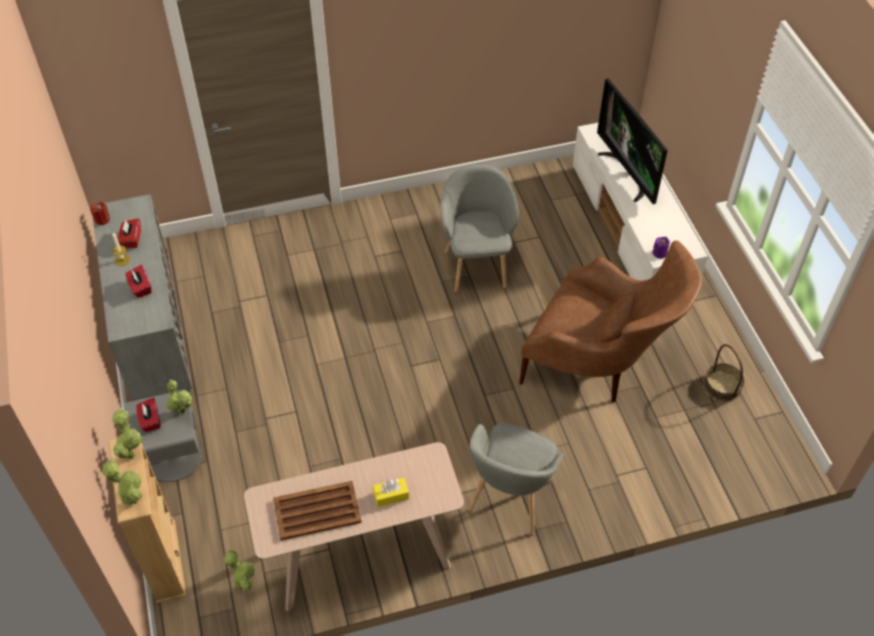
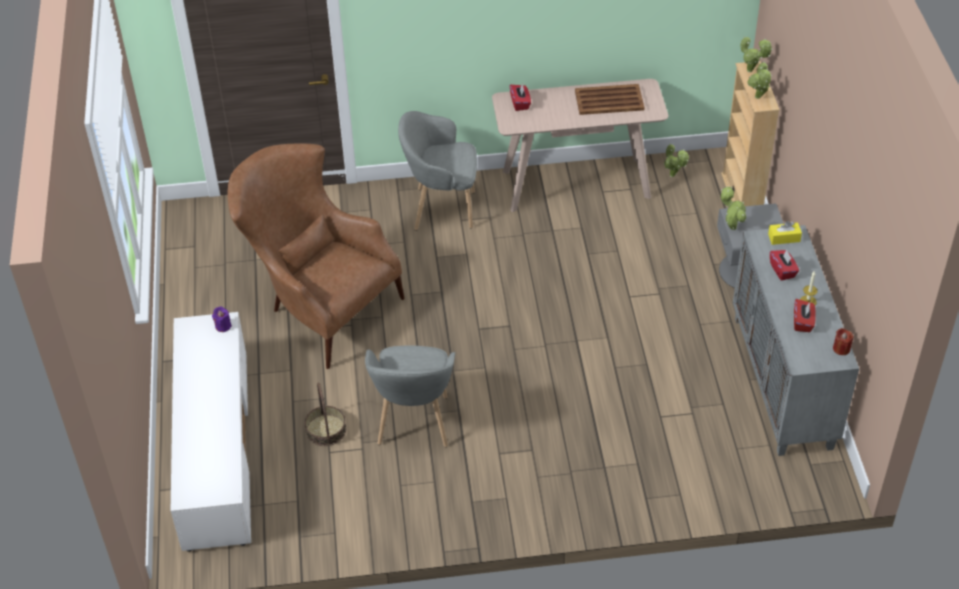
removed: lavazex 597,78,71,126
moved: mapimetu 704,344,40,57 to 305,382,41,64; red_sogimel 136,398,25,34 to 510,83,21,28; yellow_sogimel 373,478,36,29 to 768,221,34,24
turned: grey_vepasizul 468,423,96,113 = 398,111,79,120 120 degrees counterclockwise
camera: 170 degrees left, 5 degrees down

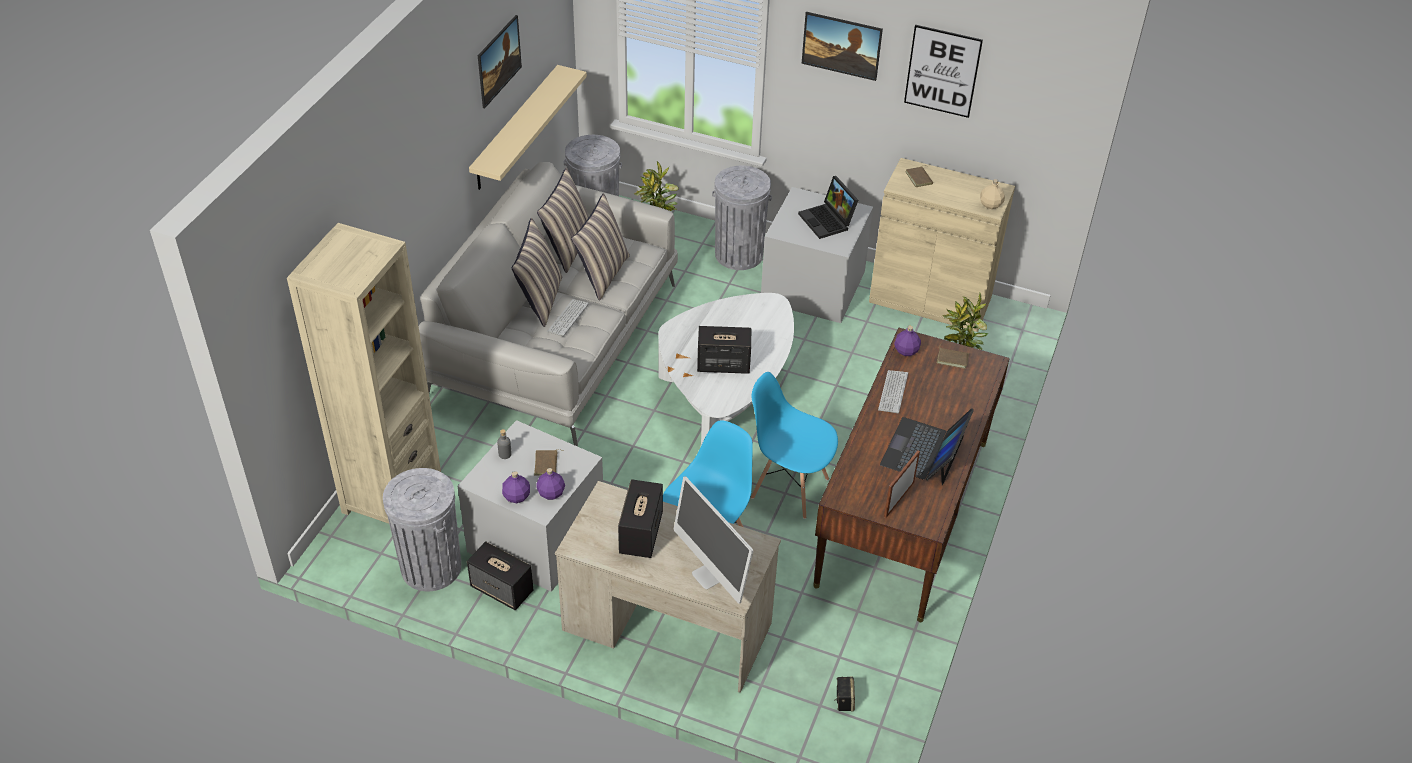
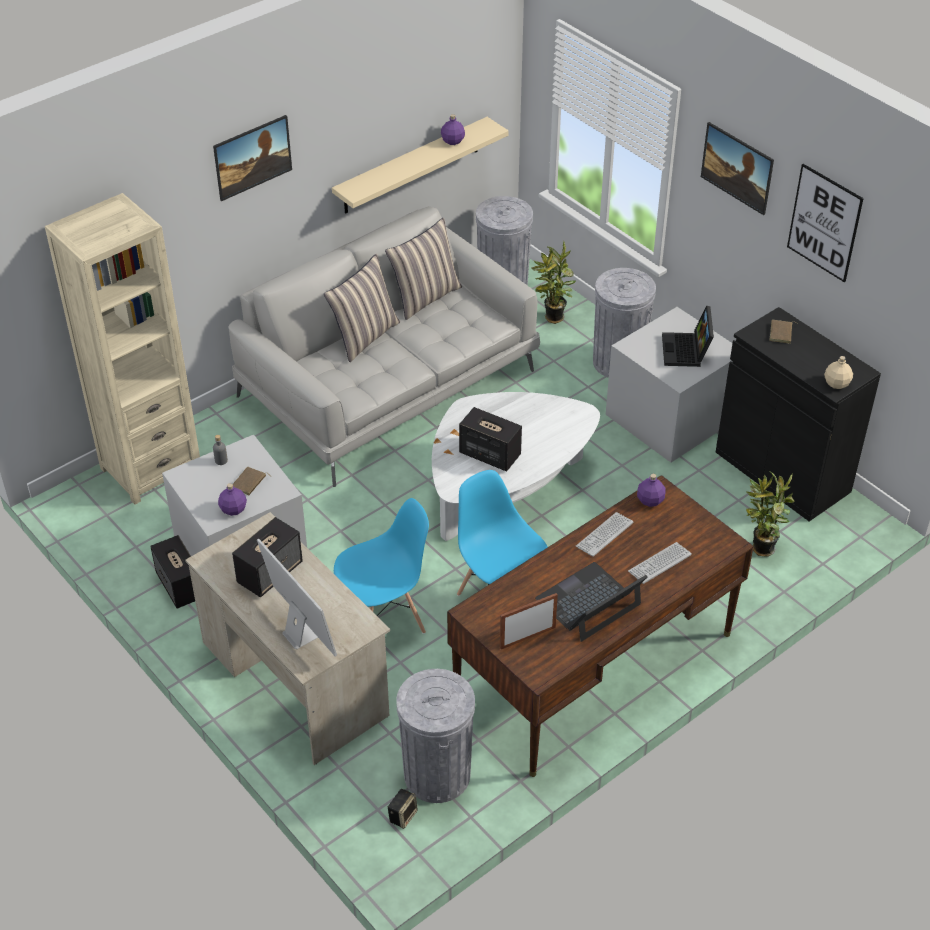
removed: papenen 571,193,59,108; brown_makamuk 937,348,32,21
moved: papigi 478,15,44,93 to 213,115,79,86; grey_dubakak 383,468,78,124 to 396,669,79,134; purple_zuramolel 502,471,28,32 to 441,114,24,31; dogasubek 547,299,42,38 to 628,542,64,42
recoloured: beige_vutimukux 869,158,146,174 to black_vutimukux 716,307,165,214
turned: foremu 674,476,79,128 = 257,539,80,118 150 degrees clockwise
camera: 30 degrees right, 0 degrees up

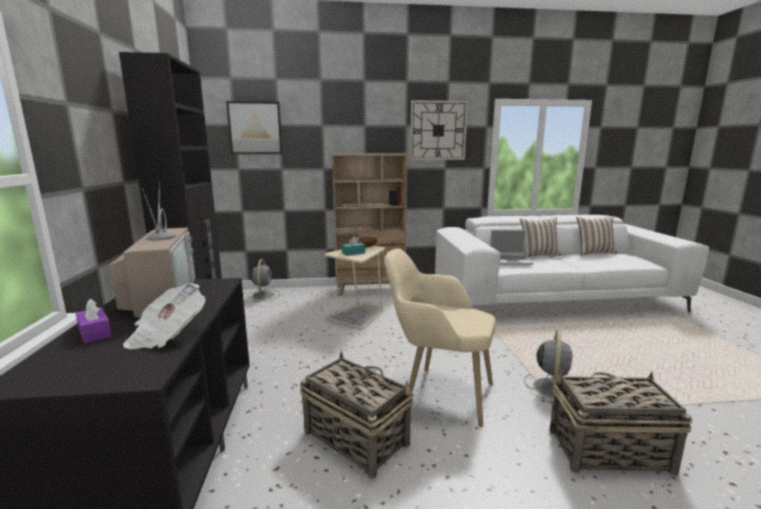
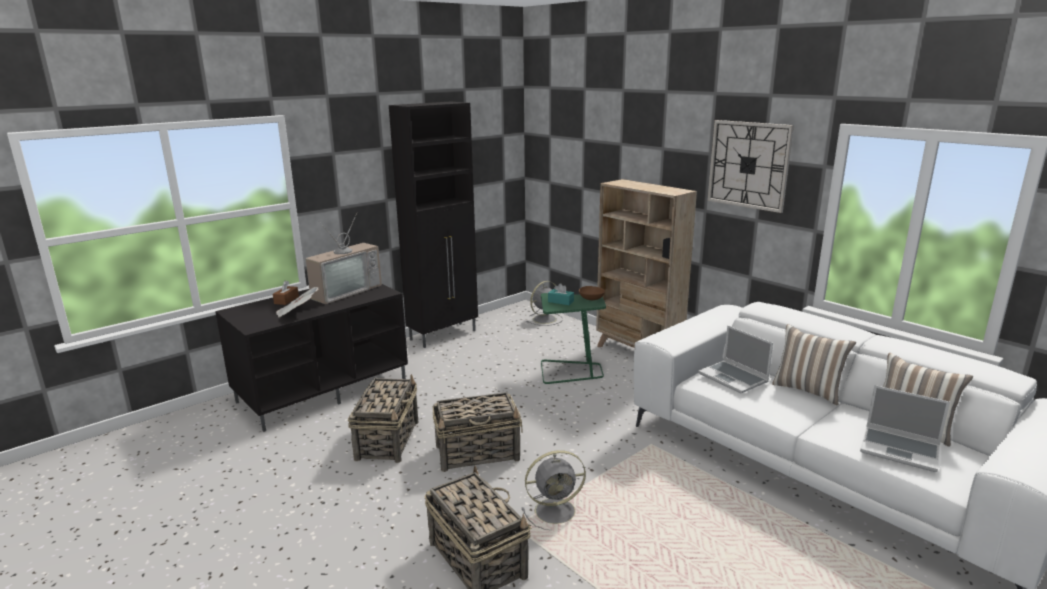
removed: papigi 226,101,57,53
added: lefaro 860,385,90,87
replaced: beige_vepasizul 384,249,112,178 to mapimetu 433,392,90,80
recoloured: purple_sogimel 76,299,36,45 to brown_sogimel 273,281,26,24; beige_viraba 325,246,60,83 to green_viraba 541,293,65,91
camera: 55 degrees right, 5 degrees up

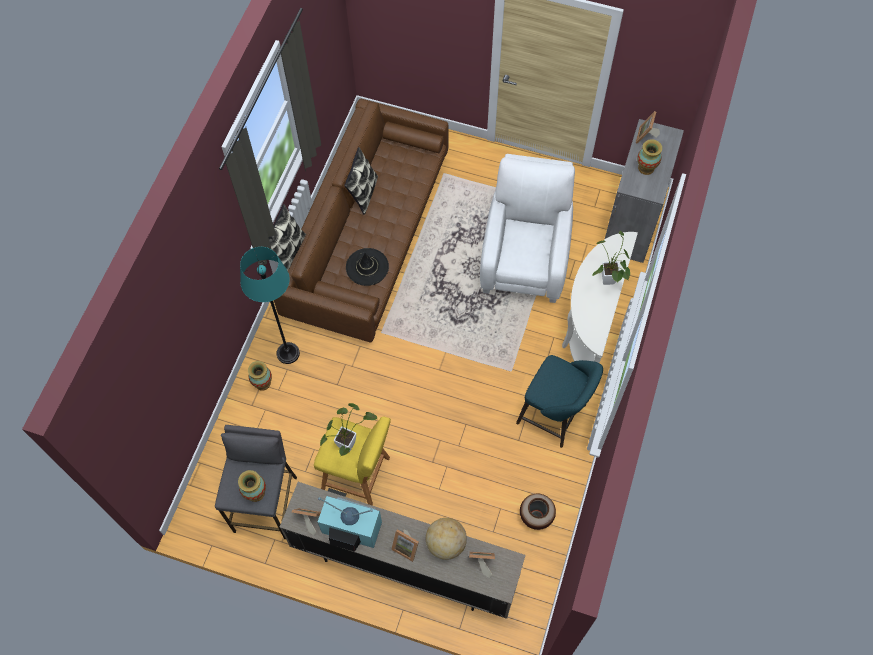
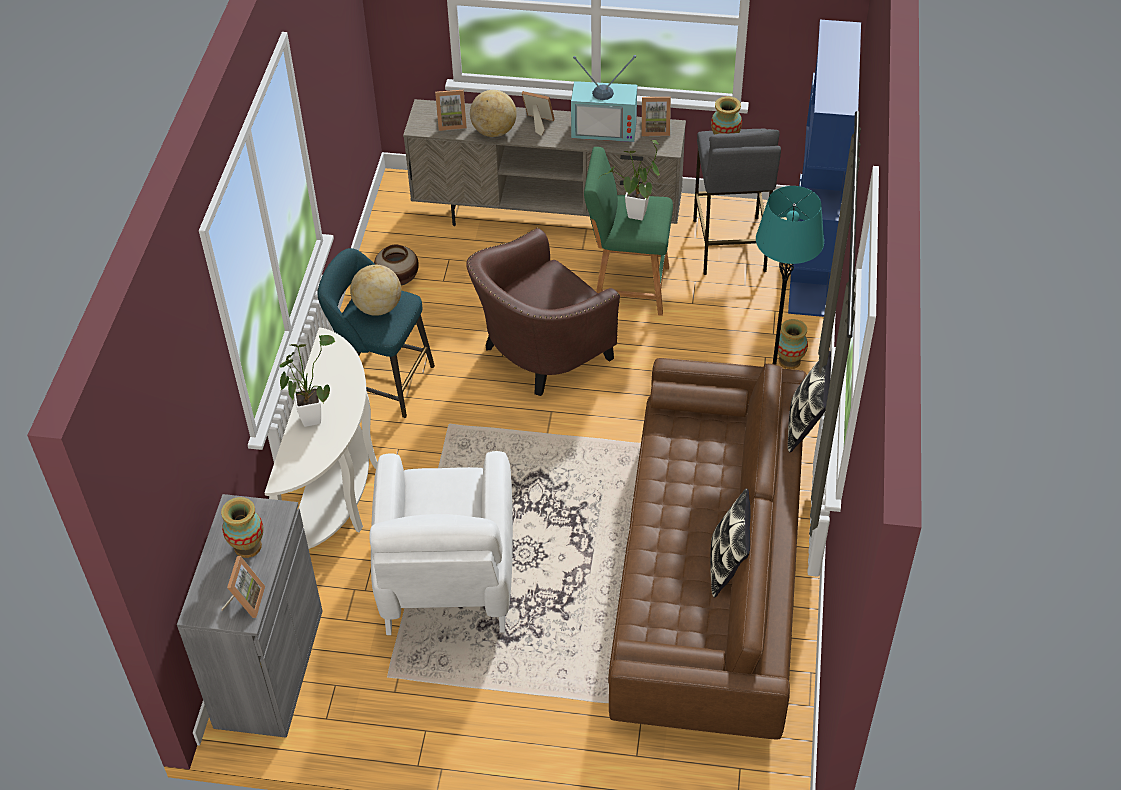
removed: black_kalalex 346,248,43,38
added: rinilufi 350,265,51,51; brown_vepasizul 466,228,154,168; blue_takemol 788,20,73,297
recoloured: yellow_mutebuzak 314,417,77,88 to green_mutebuzak 584,147,89,169
camera: 170 degrees right, 15 degrees down

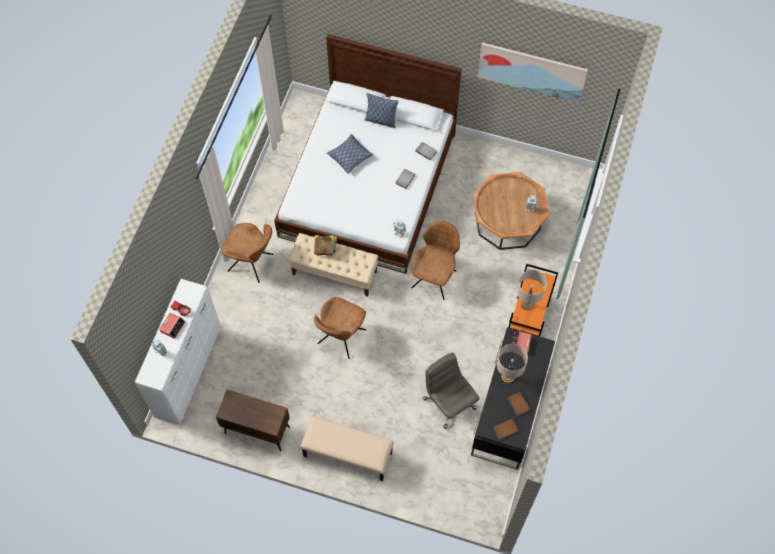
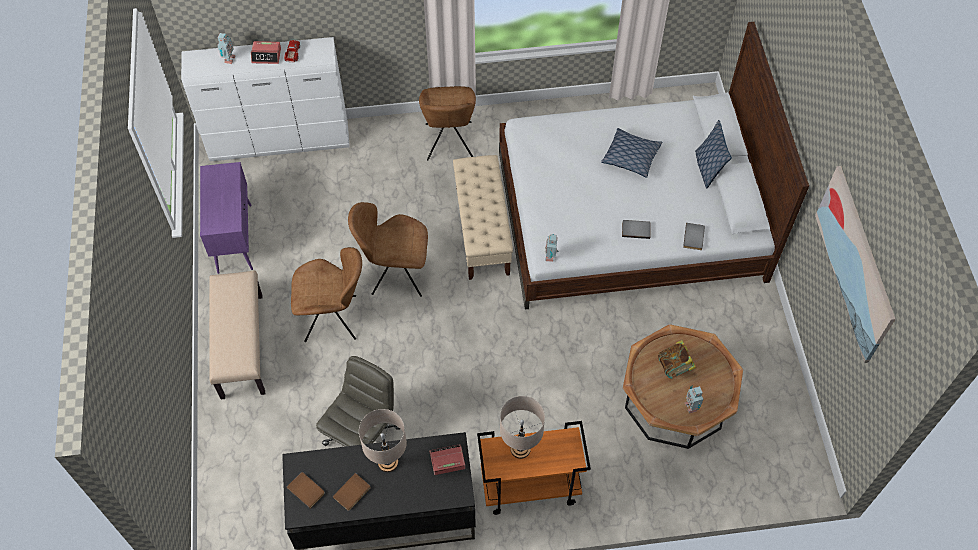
moved: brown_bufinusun 412,221,48,79 to 291,247,71,95; makamuk 314,235,23,21 to 658,340,38,39
recoloured: brown_vutimukux 216,390,74,61 to purple_vutimukux 200,162,53,112
camera: 65 degrees right, 5 degrees down

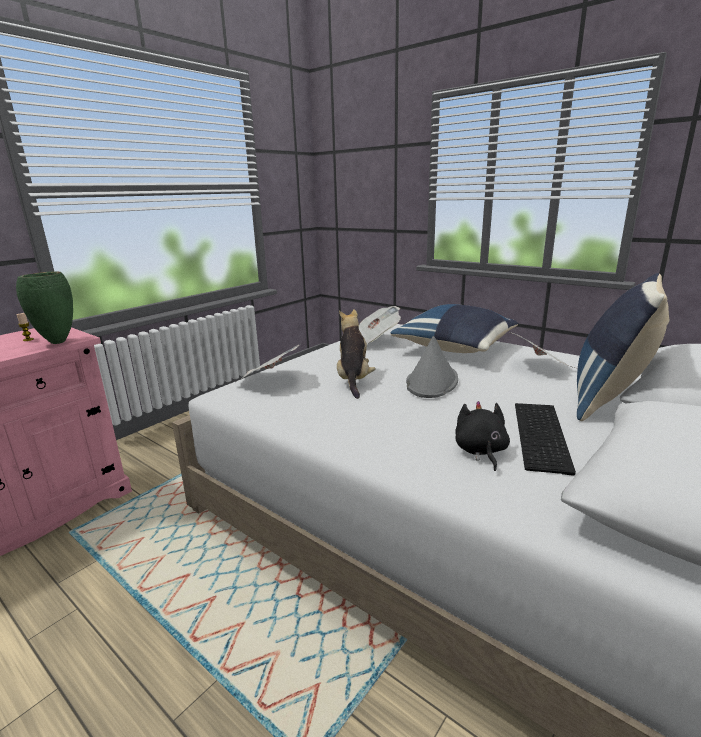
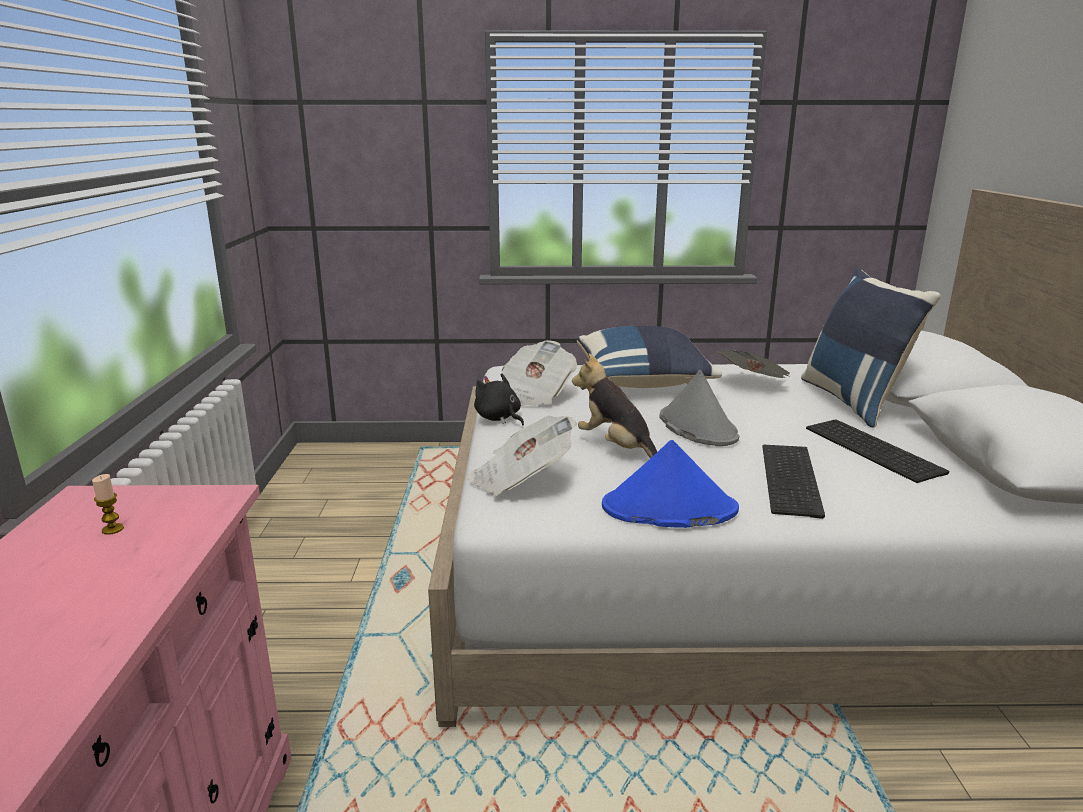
removed: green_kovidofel 16,272,57,72
added: blue_kalalex 602,440,137,88; dogasubek 763,445,62,74
moved: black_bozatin 455,401,55,70 to 474,373,50,53
camera: 40 degrees left, 0 degrees up

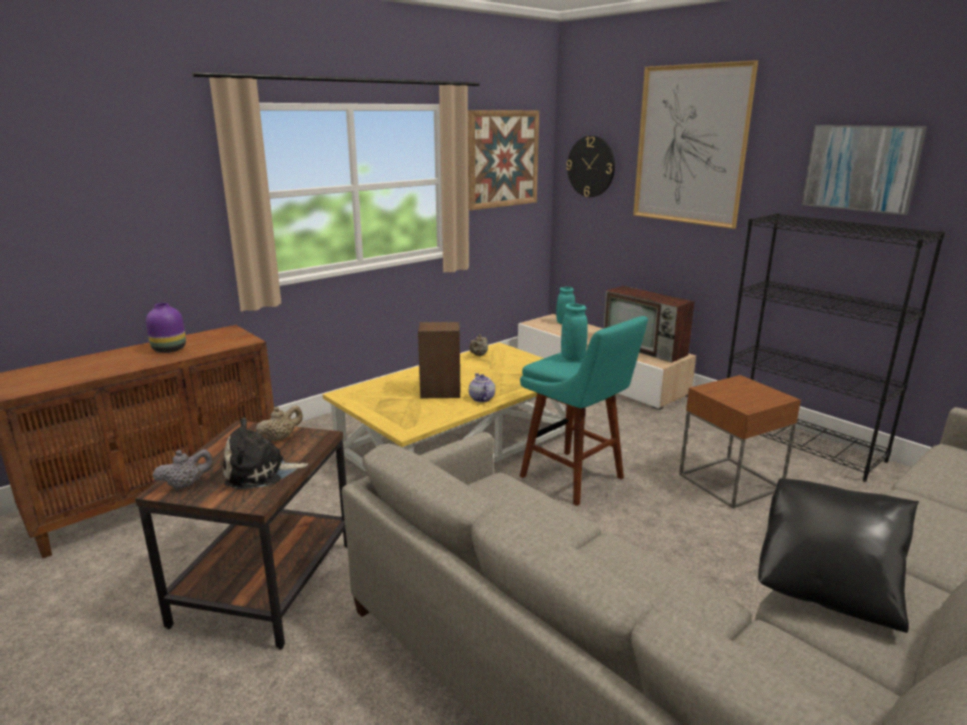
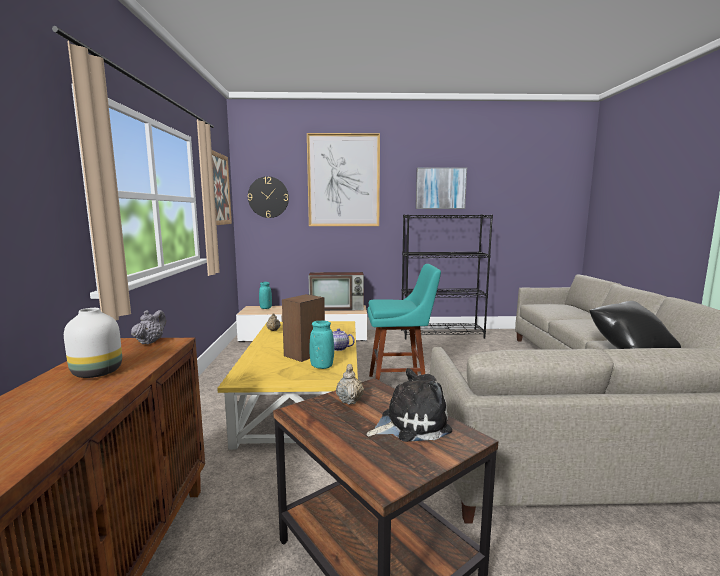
removed: brown_viraba 679,375,122,134
moved: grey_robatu 152,449,61,41 to 131,310,35,34; turquoise_kovidofel 561,303,27,58 to 309,321,25,48
recoloured: purple_kovidofel 146,303,40,50 to white_kovidofel 64,308,58,70
turned: bozatin 223,418,85,71 = 366,368,86,74 135 degrees counterclockwise
camera: 50 degrees left, 10 degrees down

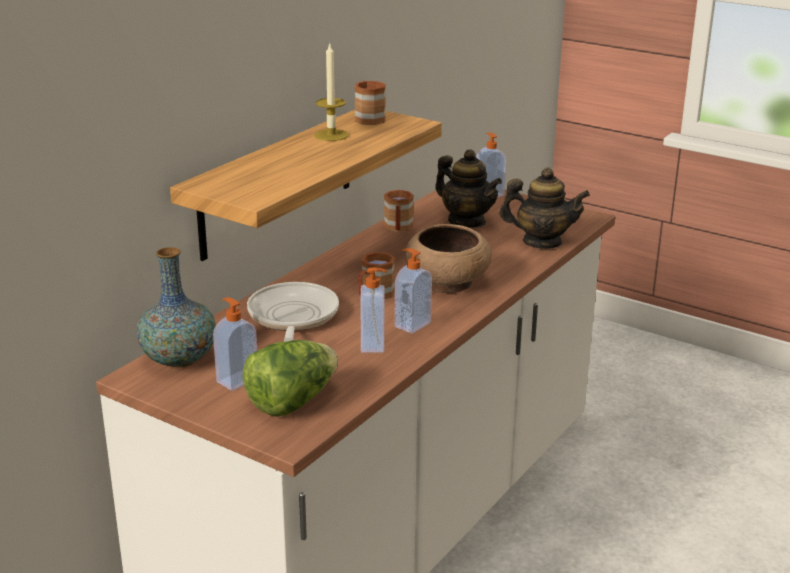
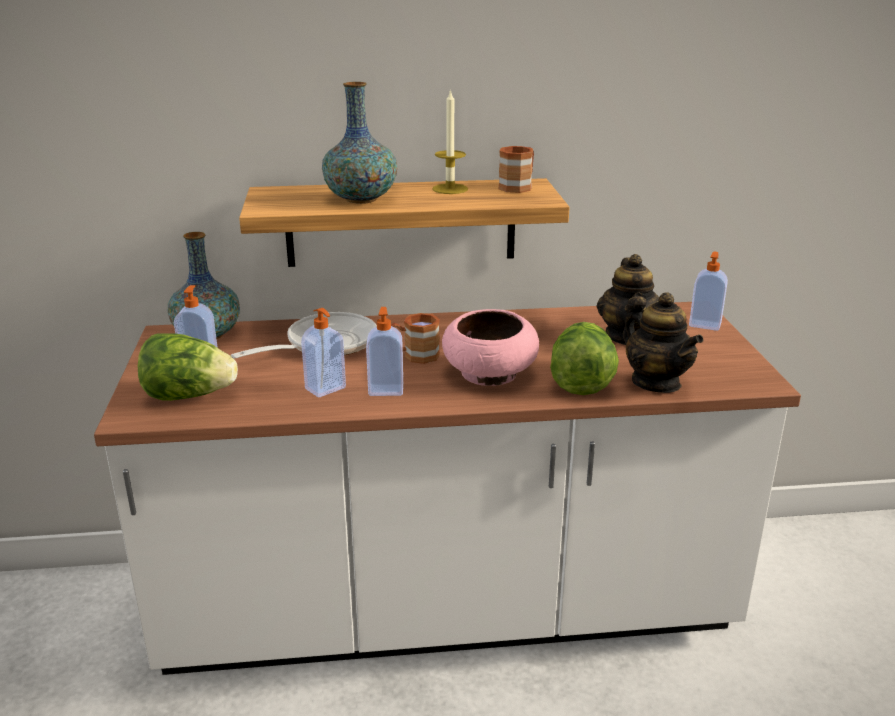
removed: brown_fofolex 384,190,30,42
added: kovidofel 322,82,75,122; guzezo 550,322,69,73
recoloured: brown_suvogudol 405,224,87,69 to pink_suvogudol 442,309,97,77
camera: 50 degrees right, 0 degrees up

